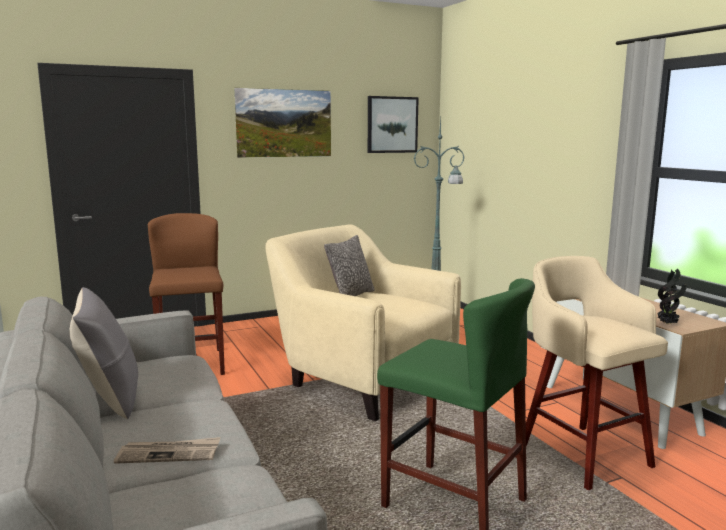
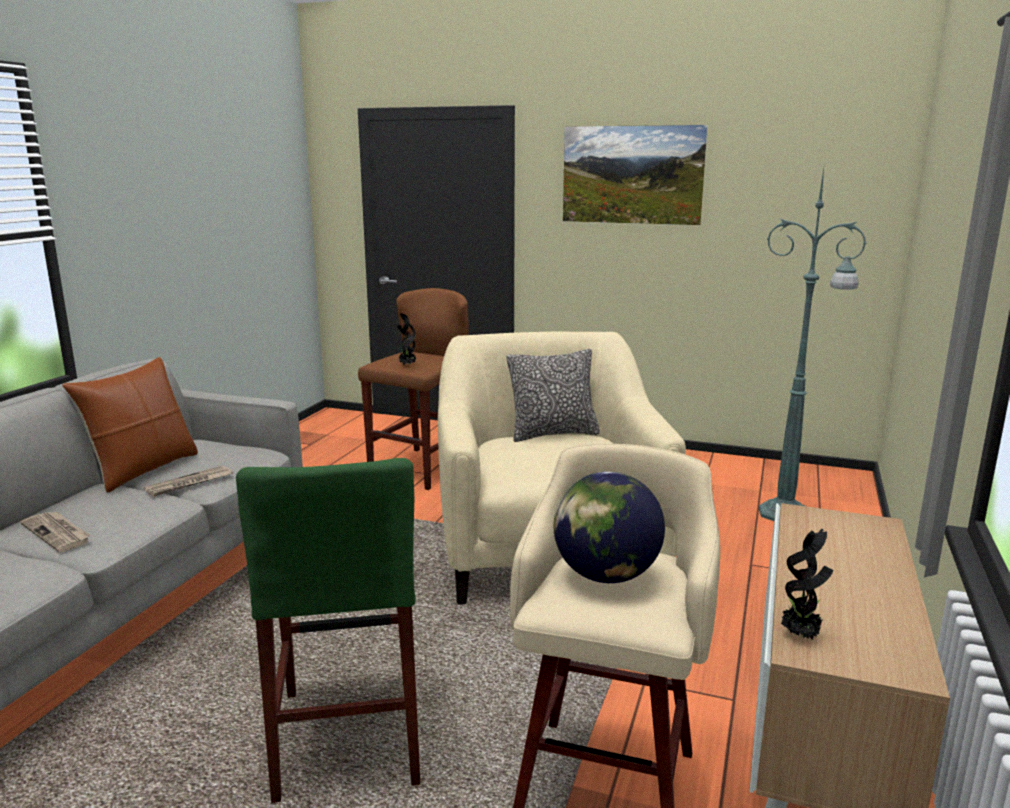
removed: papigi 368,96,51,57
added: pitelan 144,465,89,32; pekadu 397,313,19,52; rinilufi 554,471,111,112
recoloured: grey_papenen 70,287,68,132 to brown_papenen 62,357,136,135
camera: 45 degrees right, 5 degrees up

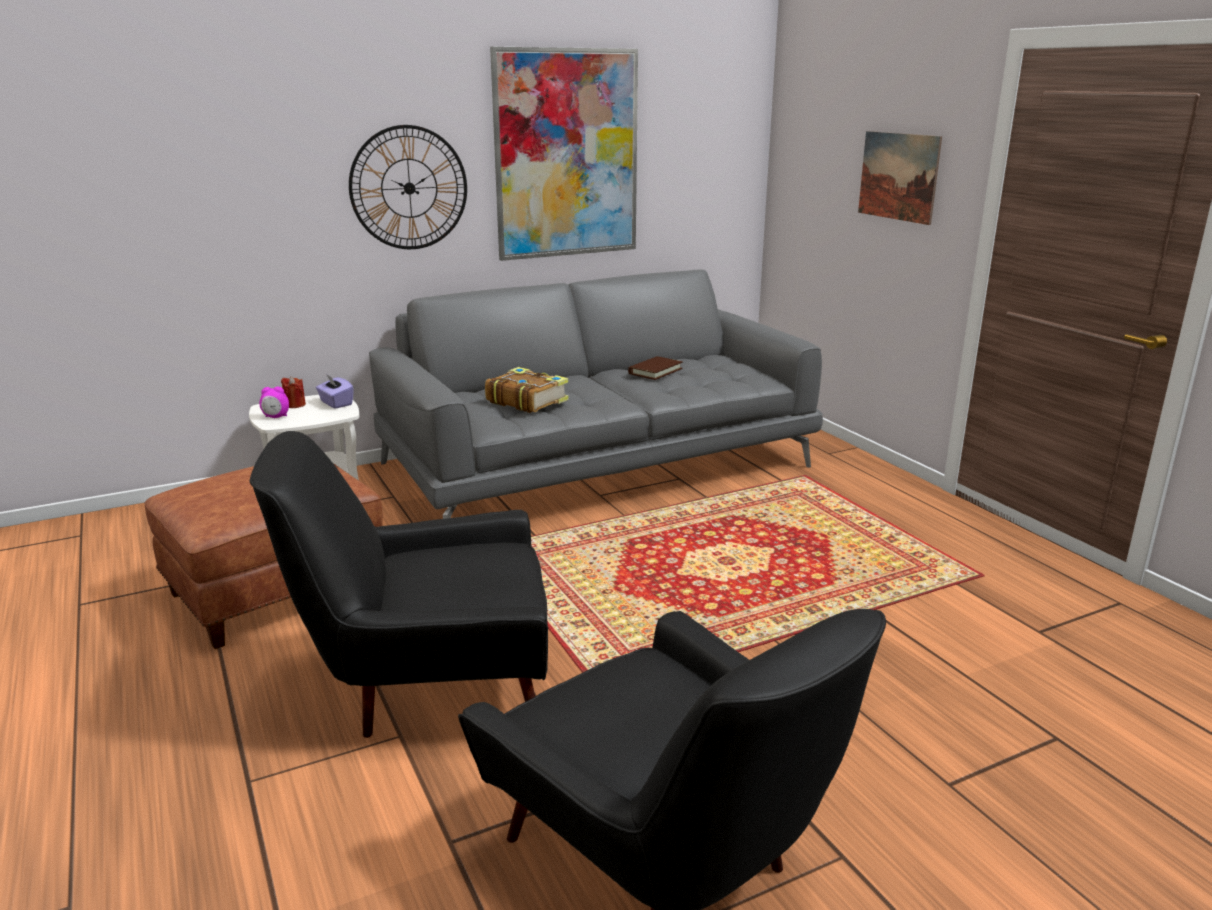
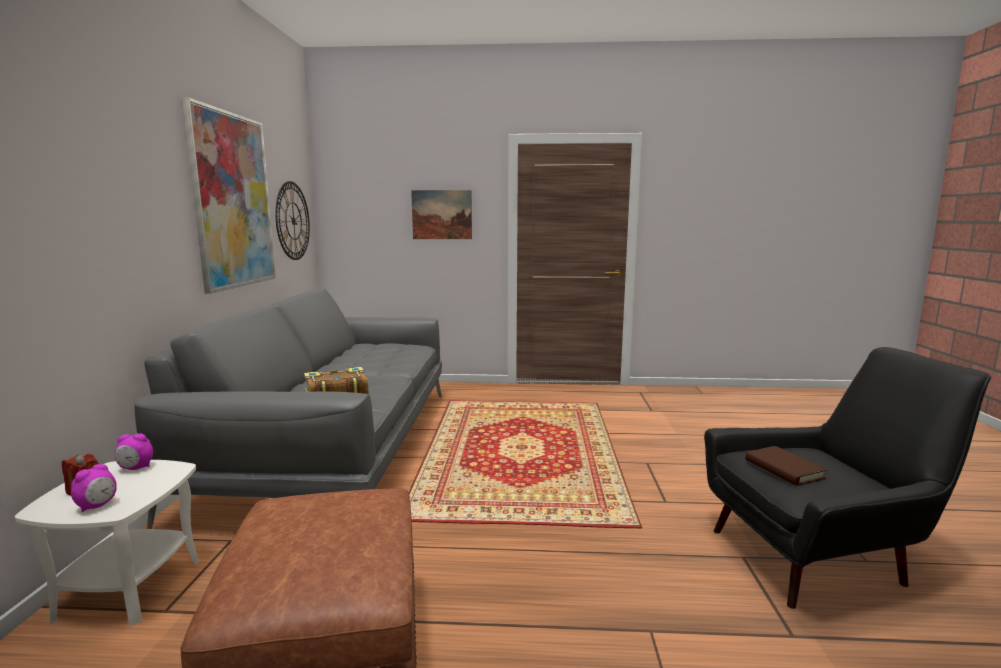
removed: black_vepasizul 250,431,298,307
moved: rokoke 349,125,118,124 to 275,181,35,79; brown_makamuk 628,356,55,24 to 746,446,81,40
replaced: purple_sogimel 316,374,38,35 to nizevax 115,433,38,37
camera: 60 degrees left, 10 degrees down

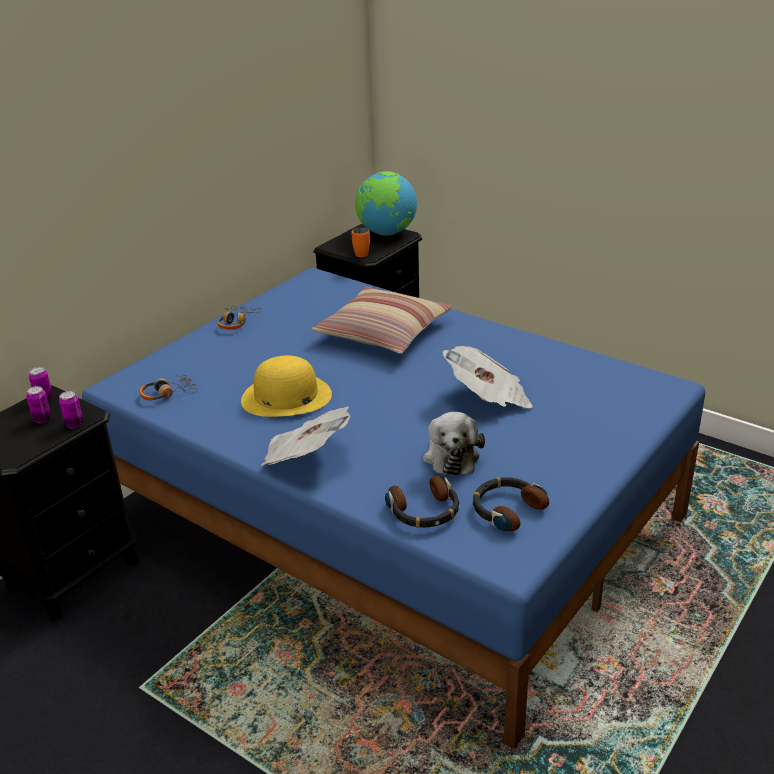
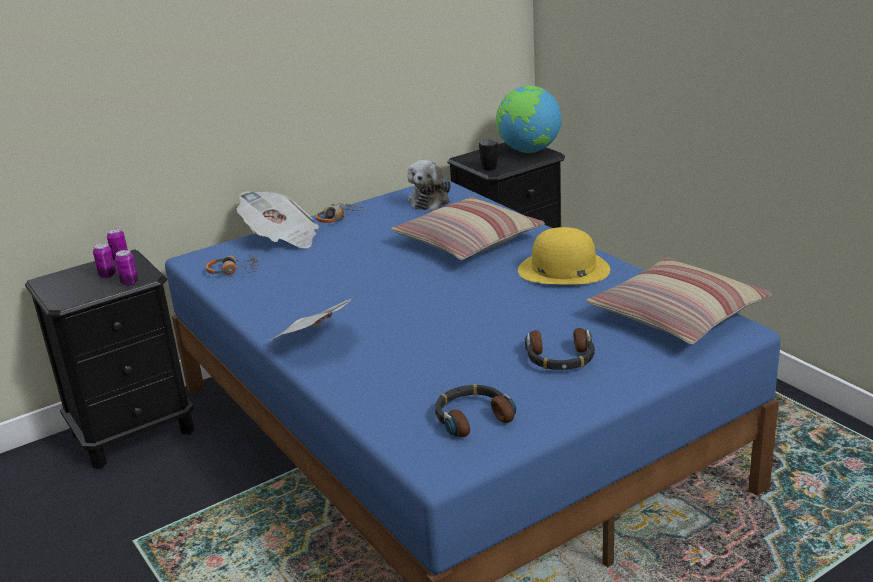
added: papenen 586,257,186,87
moved: pitelan 443,346,90,62 to 237,191,82,58; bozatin 423,412,62,64 to 407,160,44,50; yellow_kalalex 241,355,91,62 to 518,227,92,58; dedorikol 385,476,74,52 to 525,328,70,42
recoloured: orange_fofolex 351,227,19,30 to black_fofolex 479,140,19,31
camera: 20 degrees right, 5 degrees down

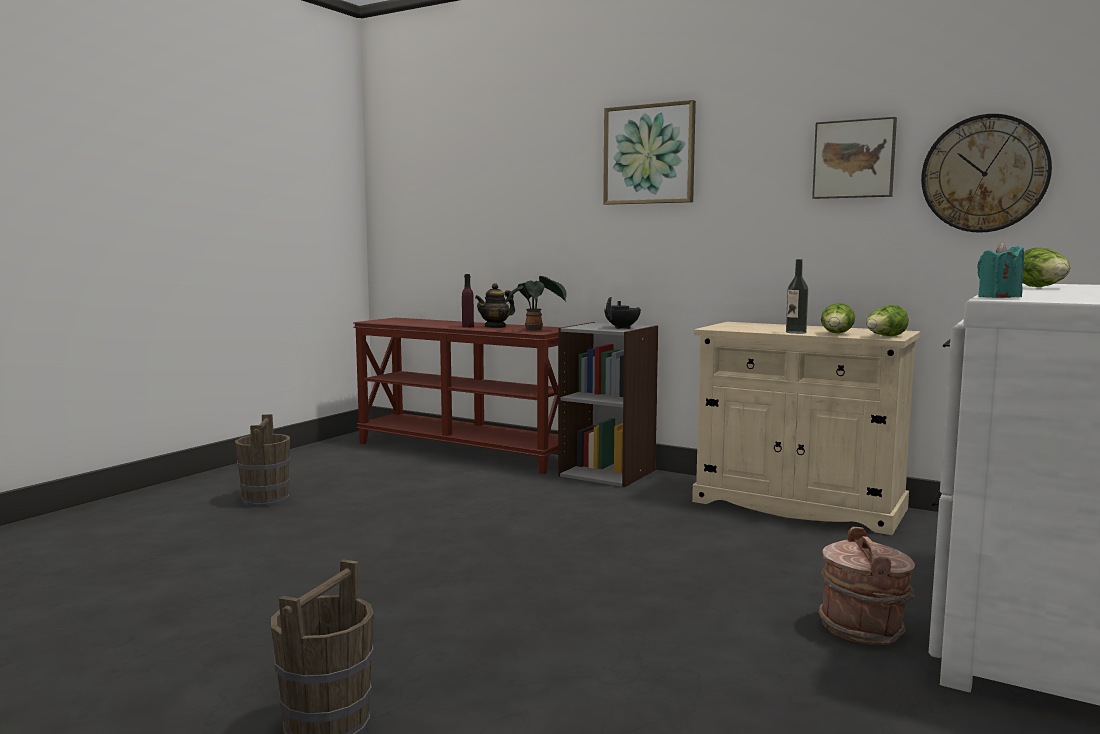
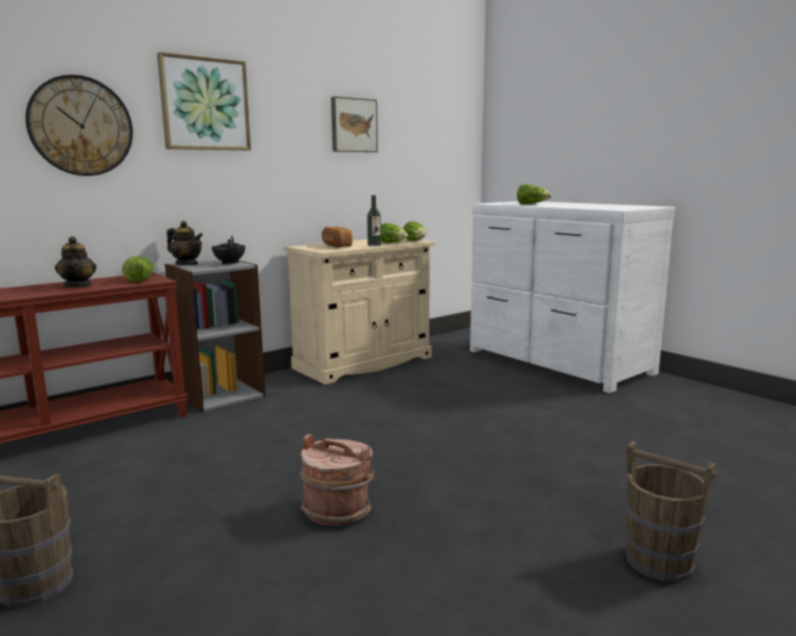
removed: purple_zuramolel 462,274,12,54; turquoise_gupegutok 977,242,47,56
added: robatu 167,221,36,44; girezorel 322,226,30,22
moved: rokoke 921,114,131,119 to 25,75,108,101; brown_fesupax 818,527,97,118 to 300,434,75,92
replaced: pekadu 508,276,59,54 to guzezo 122,256,32,26
camera: 70 degrees left, 5 degrees up

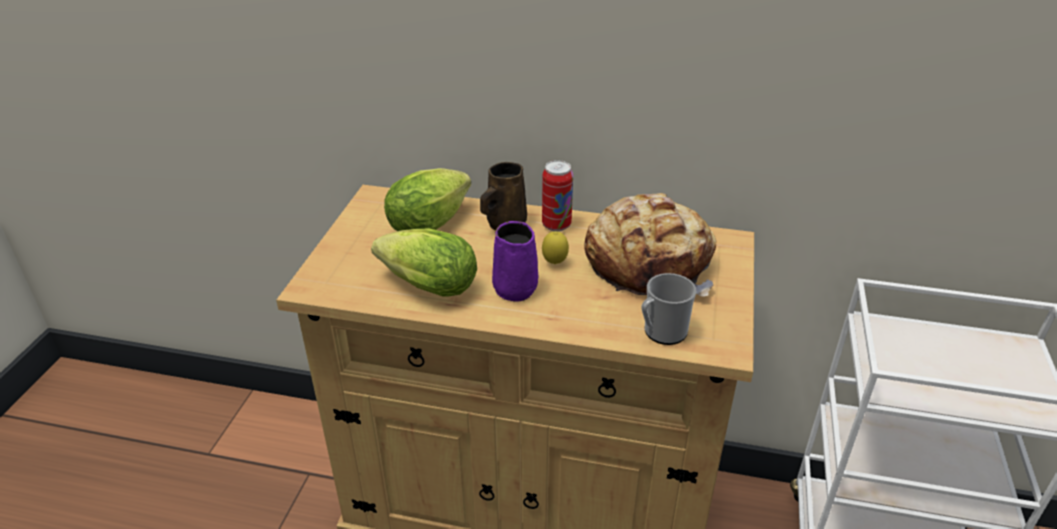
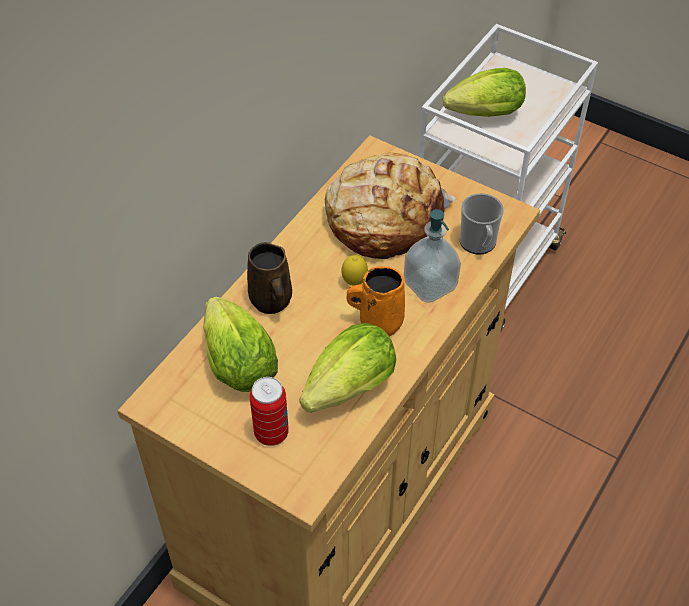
added: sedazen 404,209,57,94; guzezo 443,68,83,49
moved: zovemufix 542,160,31,72 to 250,377,39,69
recoloured: purple_fofolex 492,221,46,81 to orange_fofolex 347,266,58,70
camera: 70 degrees left, 15 degrees up

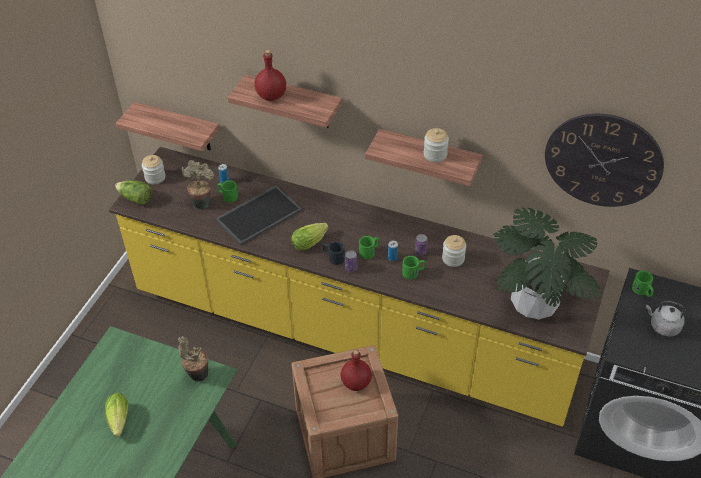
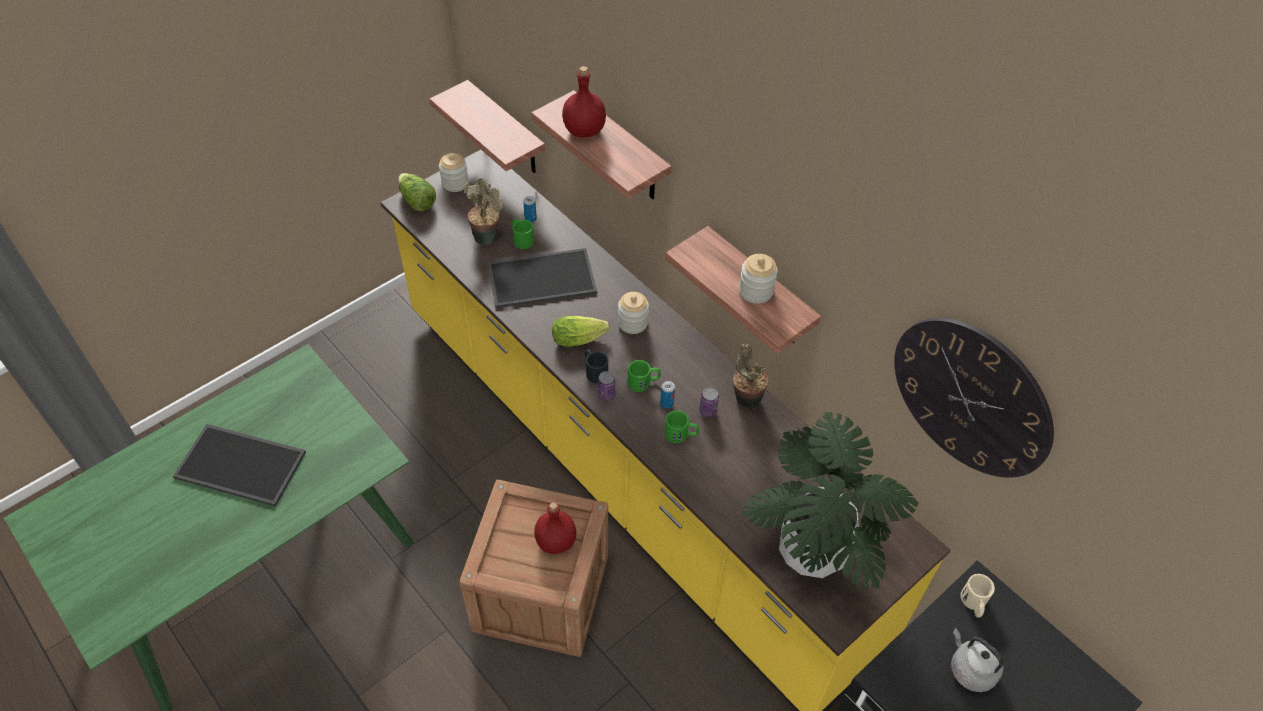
moved: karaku 442,235,24,32 to 618,292,31,42; pekadu 178,336,30,45 to 733,344,35,65
replaced: guzezo 105,393,23,44 to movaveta 173,424,133,83
recoloured: green_fofolex 632,271,22,26 to beige_fofolex 960,574,35,44
camera: 25 degrees right, 5 degrees up

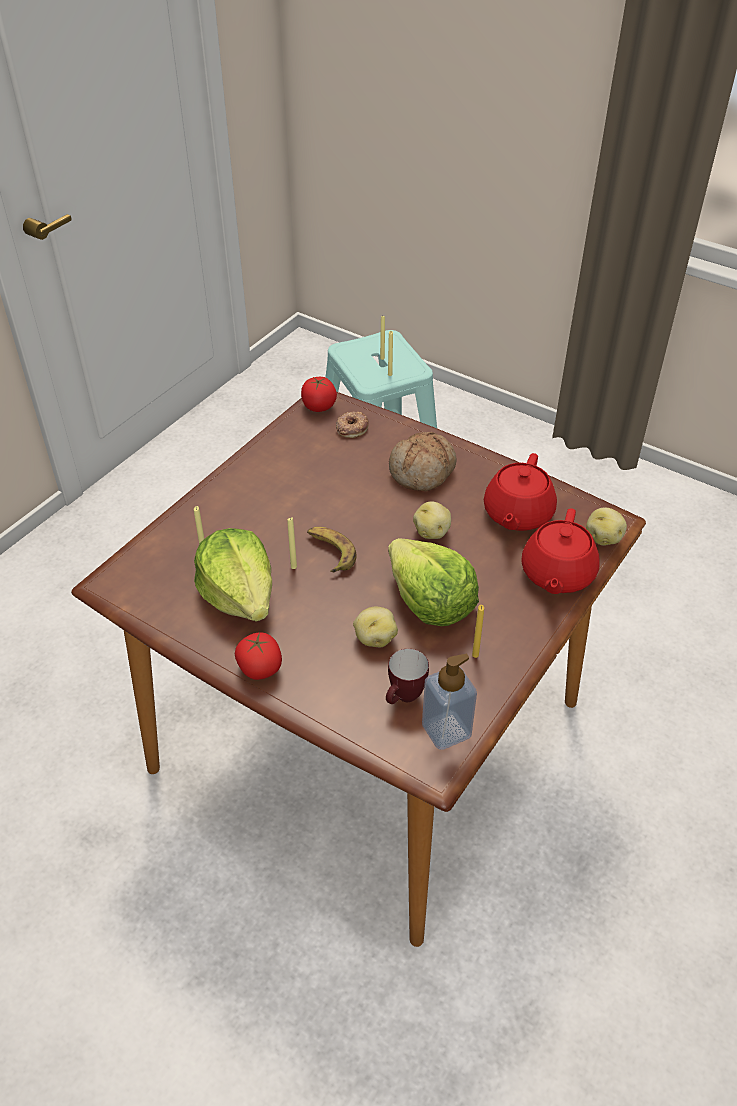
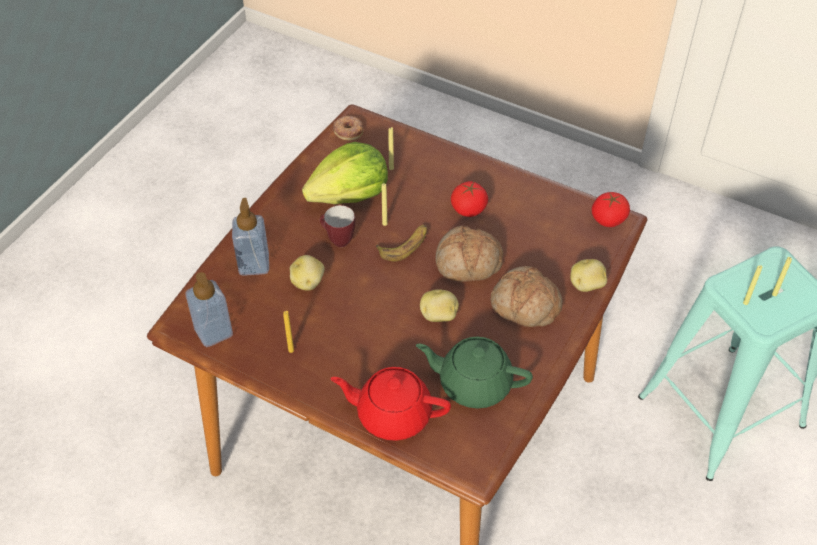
removed: guzezo 388,538,91,88
added: sedazen 232,198,37,78; girezorel 435,226,68,56
moved: fofolex 386,649,43,55 to 320,205,35,42; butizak 336,411,33,27 to 334,116,30,24; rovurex 235,632,47,48 to 451,181,37,36; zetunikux 586,508,41,37 to 570,259,37,33
recoloured: red_robatu 484,453,73,78 to green_robatu 416,336,117,72
camera: 85 degrees right, 5 degrees up

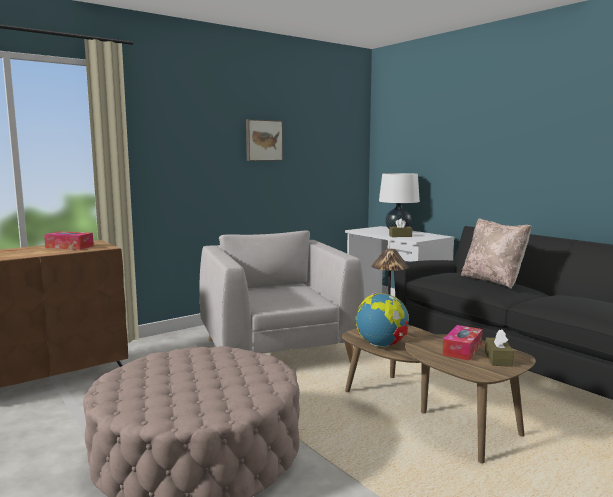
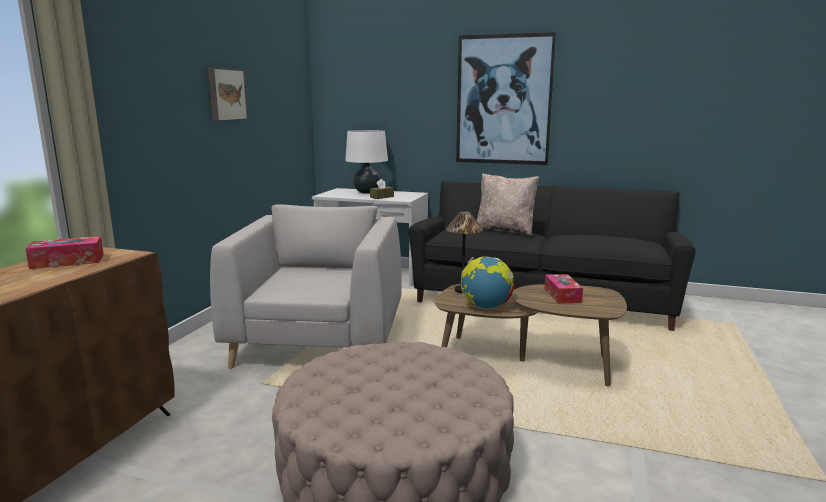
removed: brown_sogimel 485,329,29,38
added: papigi 456,32,100,133
turned: grey_vepasizul 199,231,166,132 = 210,204,192,165 60 degrees clockwise
camera: 35 degrees left, 5 degrees up

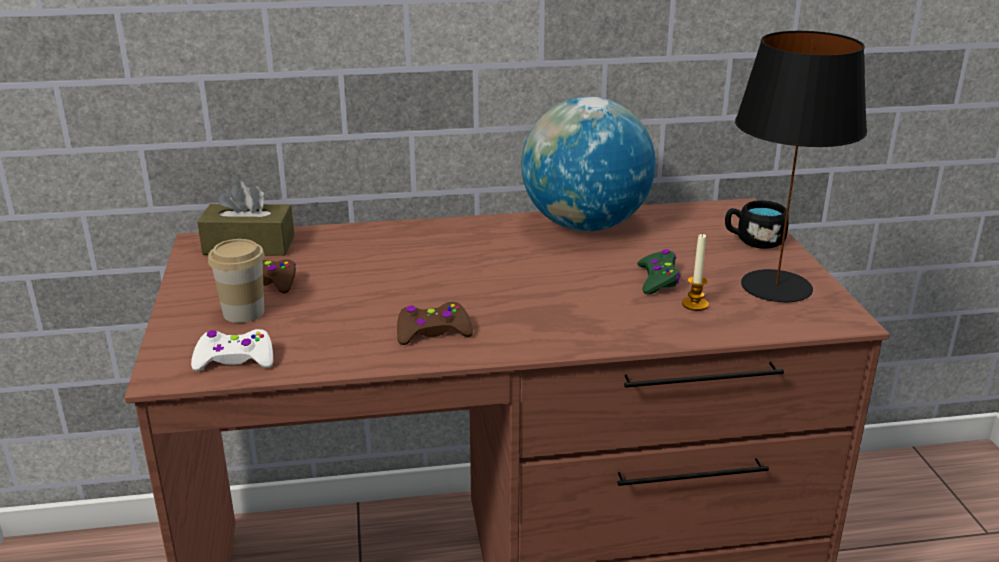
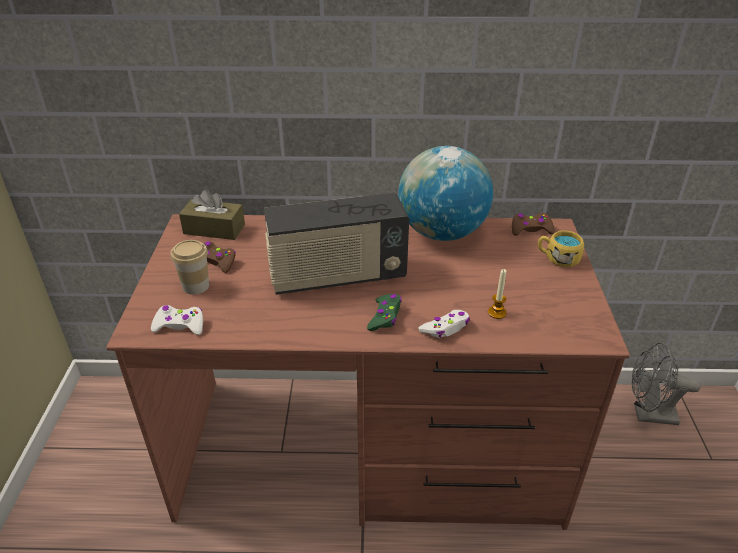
removed: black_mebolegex 735,31,132,271
added: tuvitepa 264,193,145,102; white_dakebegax 418,310,52,28; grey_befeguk 632,343,69,82
moved: green_dakebegax 637,249,43,45 to 367,294,35,37; brown_dakebegax 397,302,76,43 to 512,213,43,23
recoloured: black_fofolex 725,200,64,49 to yellow_fofolex 538,231,46,36
camera: 10 degrees right, 10 degrees up

